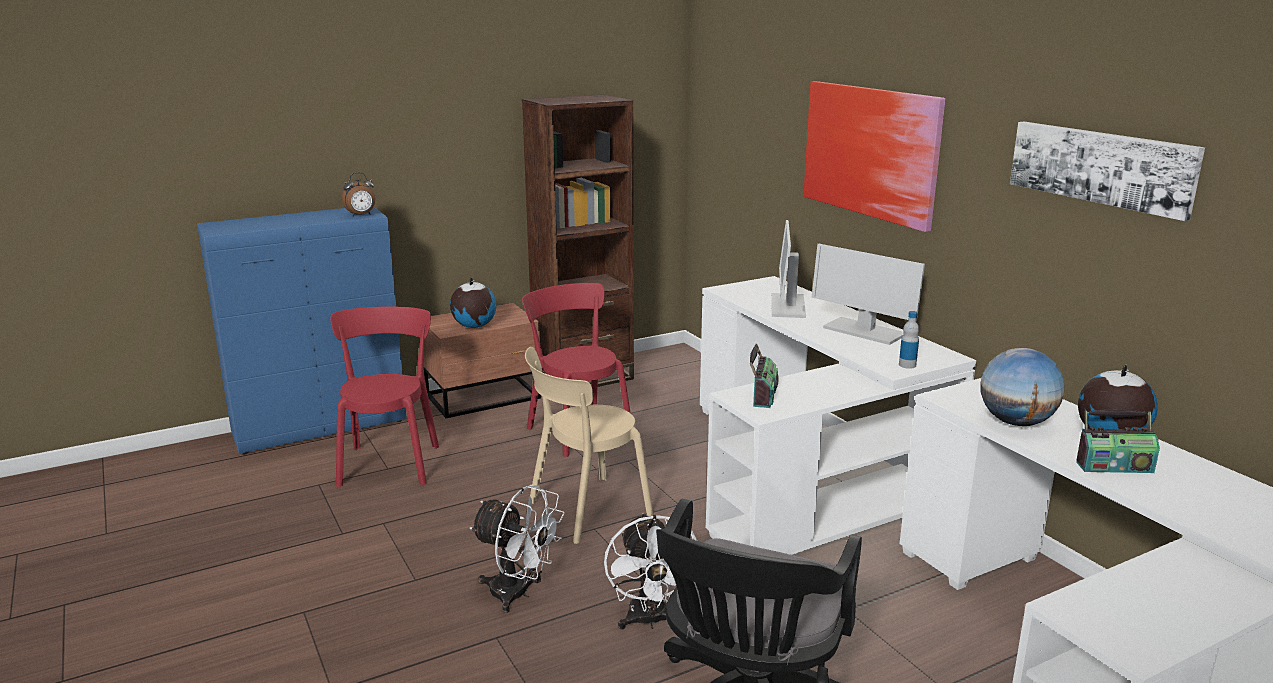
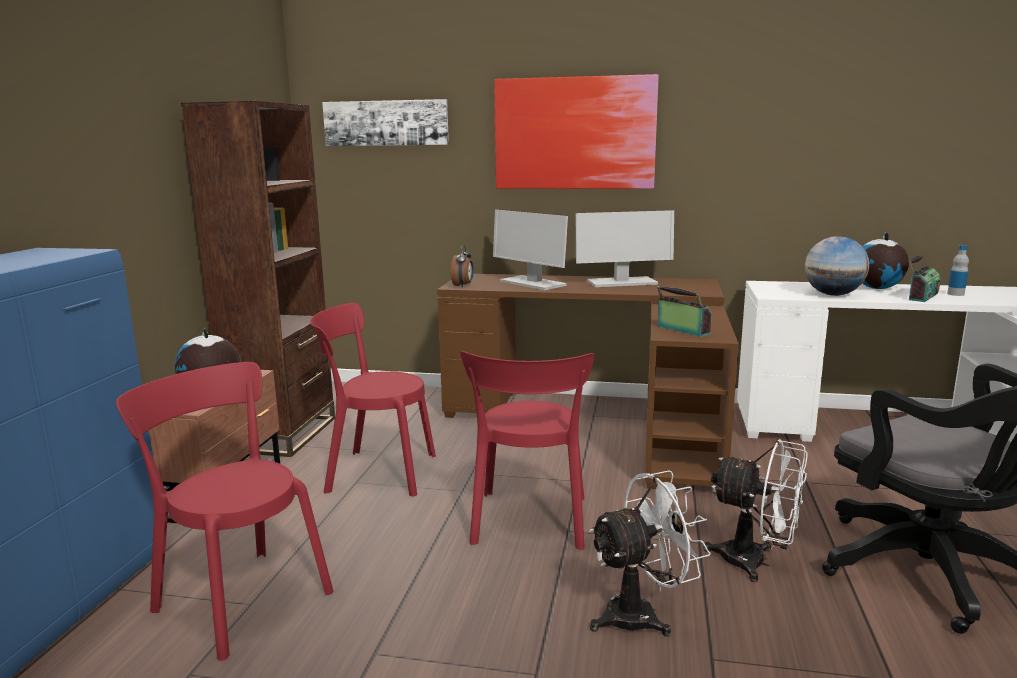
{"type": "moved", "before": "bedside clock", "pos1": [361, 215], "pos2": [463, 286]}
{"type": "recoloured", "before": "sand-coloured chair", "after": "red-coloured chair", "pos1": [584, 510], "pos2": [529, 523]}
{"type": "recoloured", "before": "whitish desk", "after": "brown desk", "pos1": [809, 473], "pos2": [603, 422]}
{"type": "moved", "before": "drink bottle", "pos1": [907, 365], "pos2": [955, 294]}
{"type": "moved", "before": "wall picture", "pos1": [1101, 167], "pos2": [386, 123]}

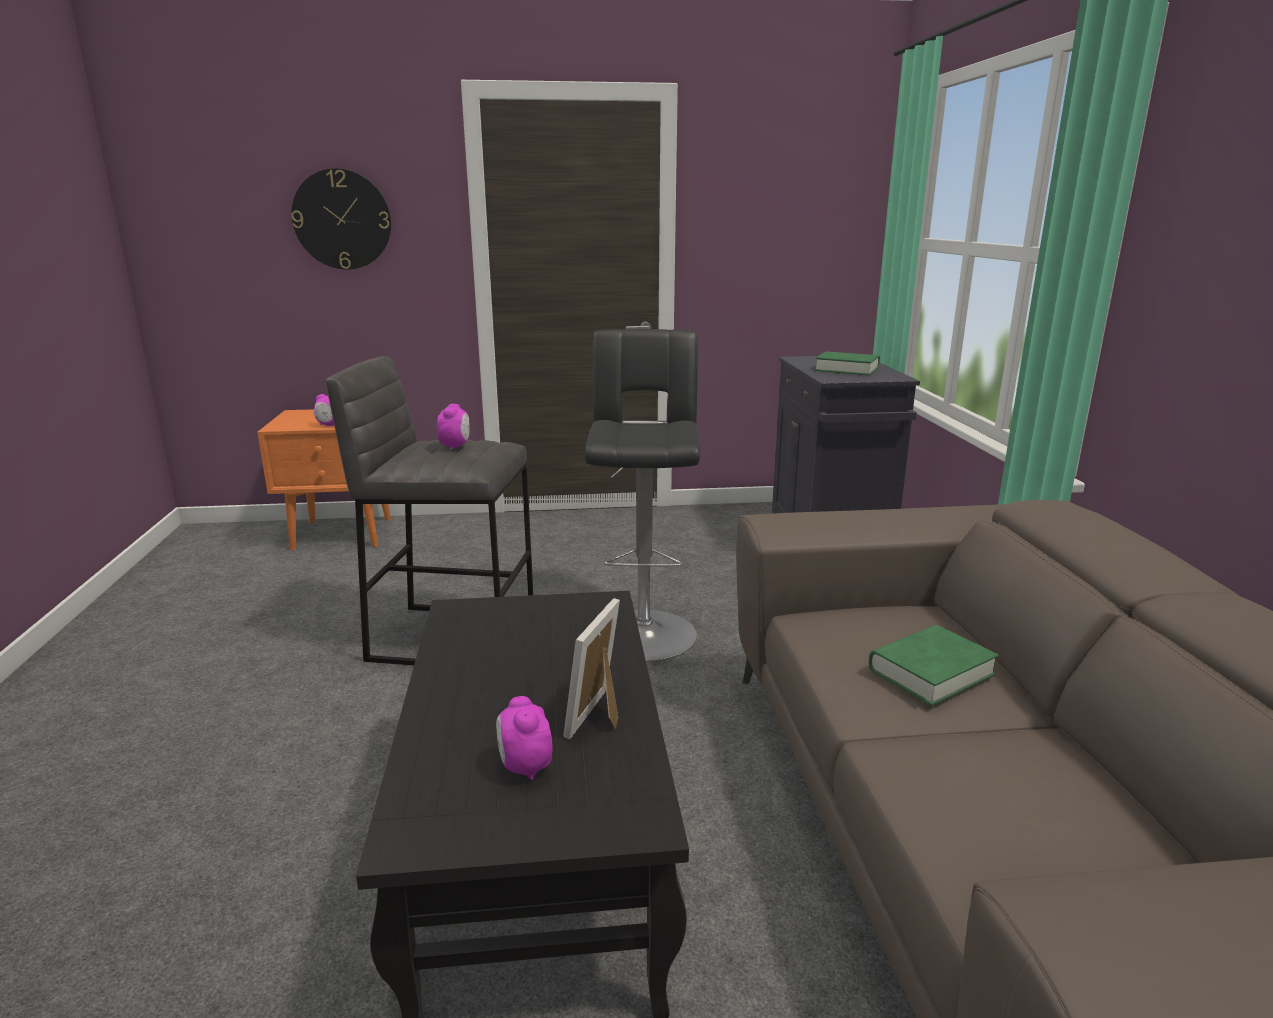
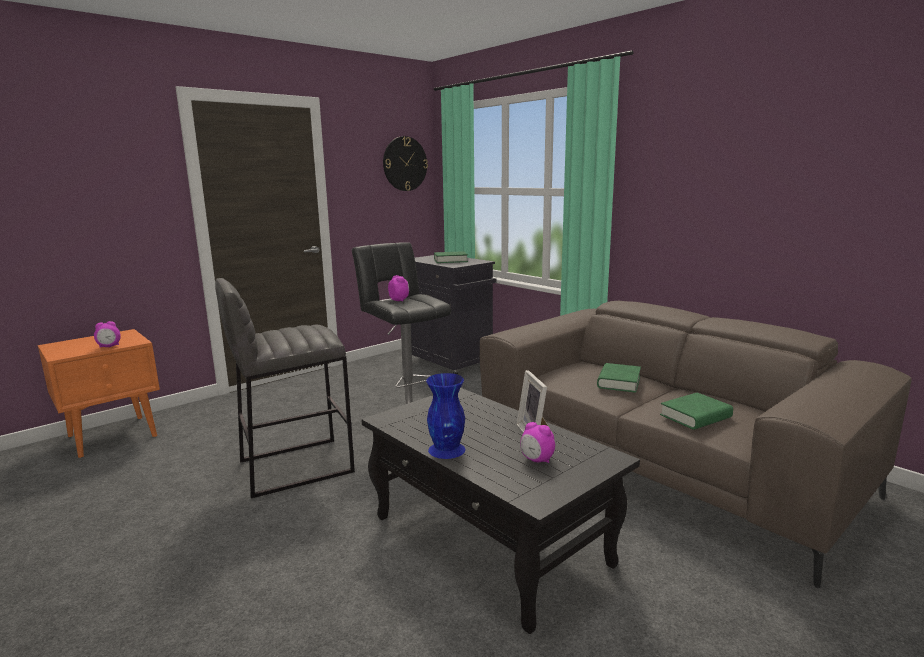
{"type": "moved", "before": "hanging clock", "pos1": [342, 219], "pos2": [405, 164]}
{"type": "moved", "before": "bedside clock", "pos1": [455, 446], "pos2": [399, 300]}
{"type": "added", "after": "blue flower vase", "pos2": [447, 450]}
{"type": "added", "after": "green-coloured bound book", "pos2": [695, 416]}

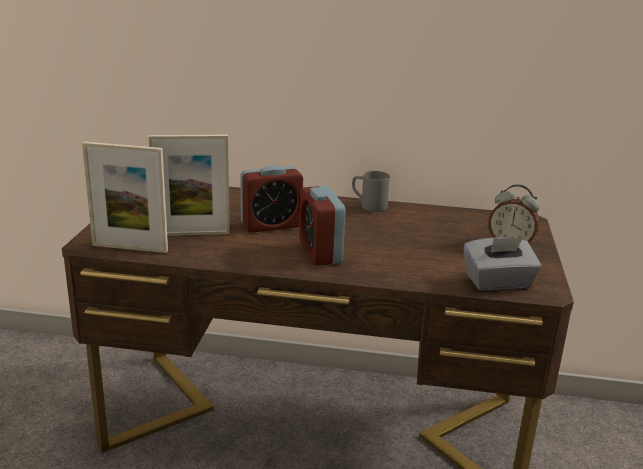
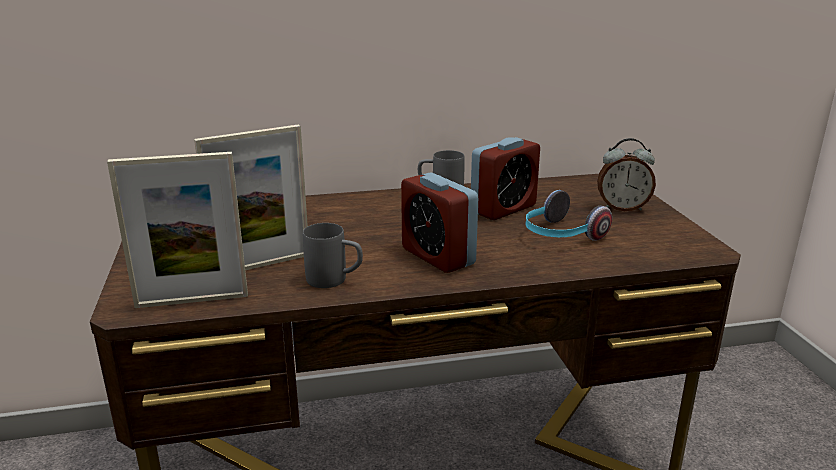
{"type": "moved", "before": "bedside clock", "pos1": [271, 225], "pos2": [503, 209]}
{"type": "removed", "before": "greyish tissue box", "pos1": [498, 282]}
{"type": "added", "after": "greyish tea mug", "pos2": [335, 280]}
{"type": "added", "after": "headphones", "pos2": [560, 235]}

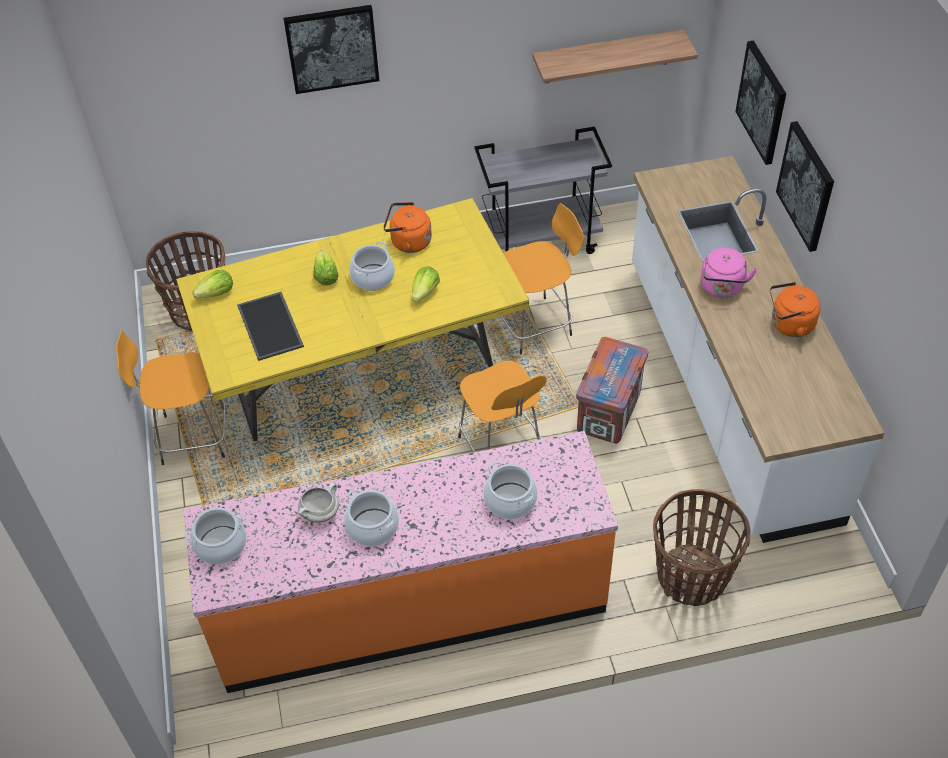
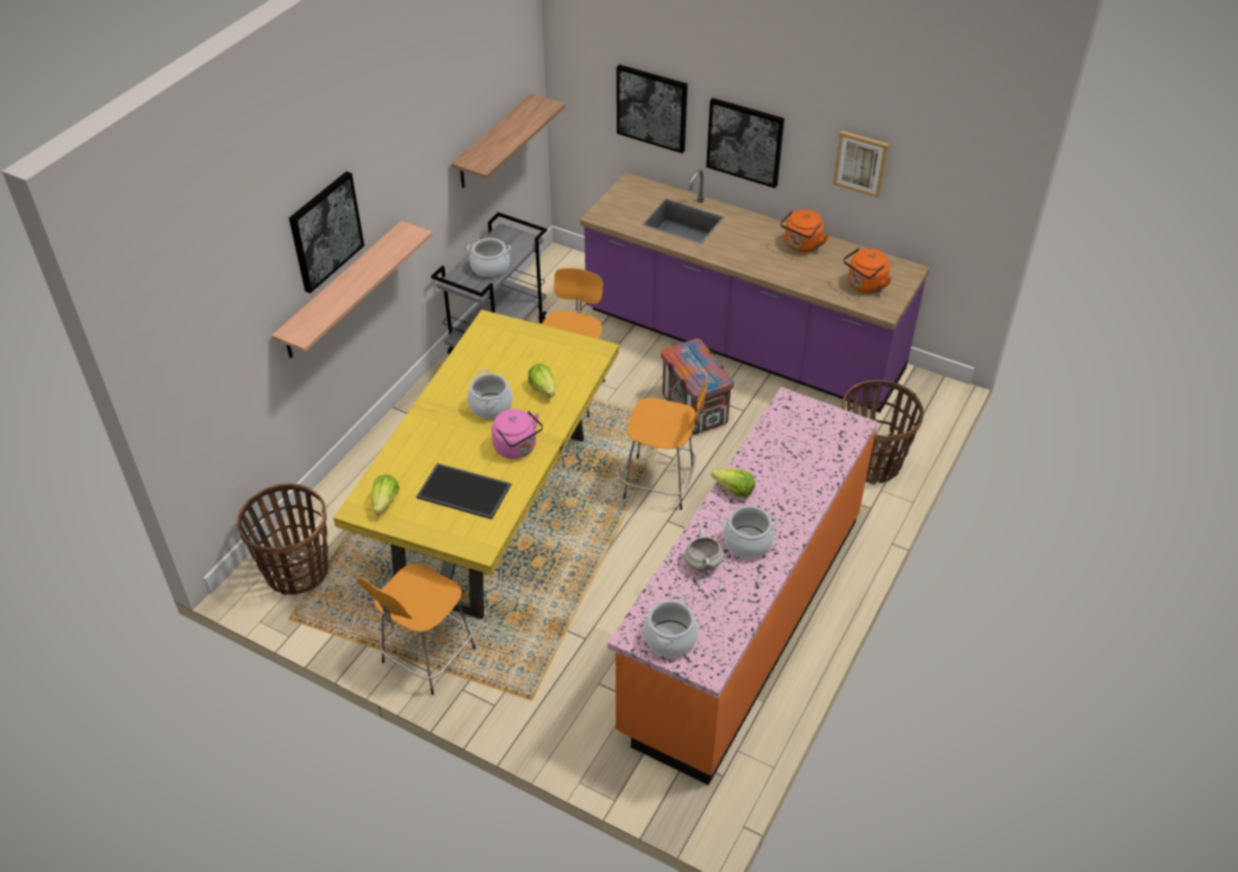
{"type": "moved", "before": "lettuce head", "pos1": [325, 277], "pos2": [734, 491]}
{"type": "moved", "before": "orange water kettle", "pos1": [408, 242], "pos2": [865, 285]}
{"type": "moved", "before": "saucepot", "pos1": [510, 501], "pos2": [490, 268]}
{"type": "recoloured", "before": "whitish kitchen base unit", "after": "purple-coloured kitchen base unit", "pos1": [727, 388], "pos2": [742, 343]}
{"type": "moved", "before": "pink-coloured water kettle", "pos1": [722, 288], "pos2": [517, 448]}
{"type": "added", "after": "bracket shelf", "pos2": [342, 290]}
{"type": "added", "after": "wall picture", "pos2": [861, 163]}

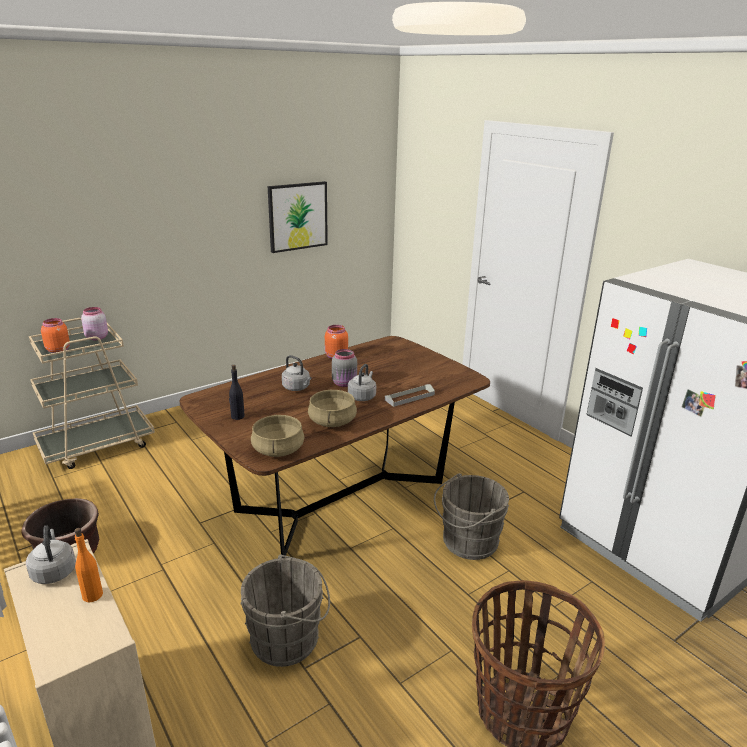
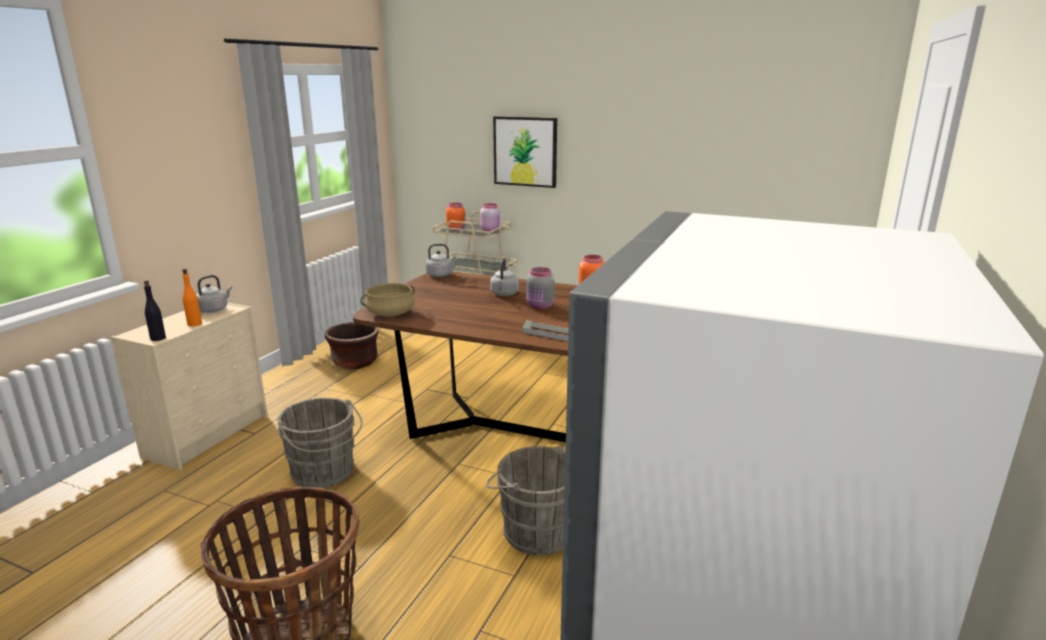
{"type": "moved", "before": "black-coloured drink bottle", "pos1": [237, 416], "pos2": [158, 338]}
{"type": "moved", "before": "wall picture", "pos1": [297, 216], "pos2": [525, 151]}
{"type": "removed", "before": "sand-coloured saucepot", "pos1": [332, 421]}
{"type": "moved", "before": "greyish water kettle", "pos1": [362, 396], "pos2": [441, 275]}

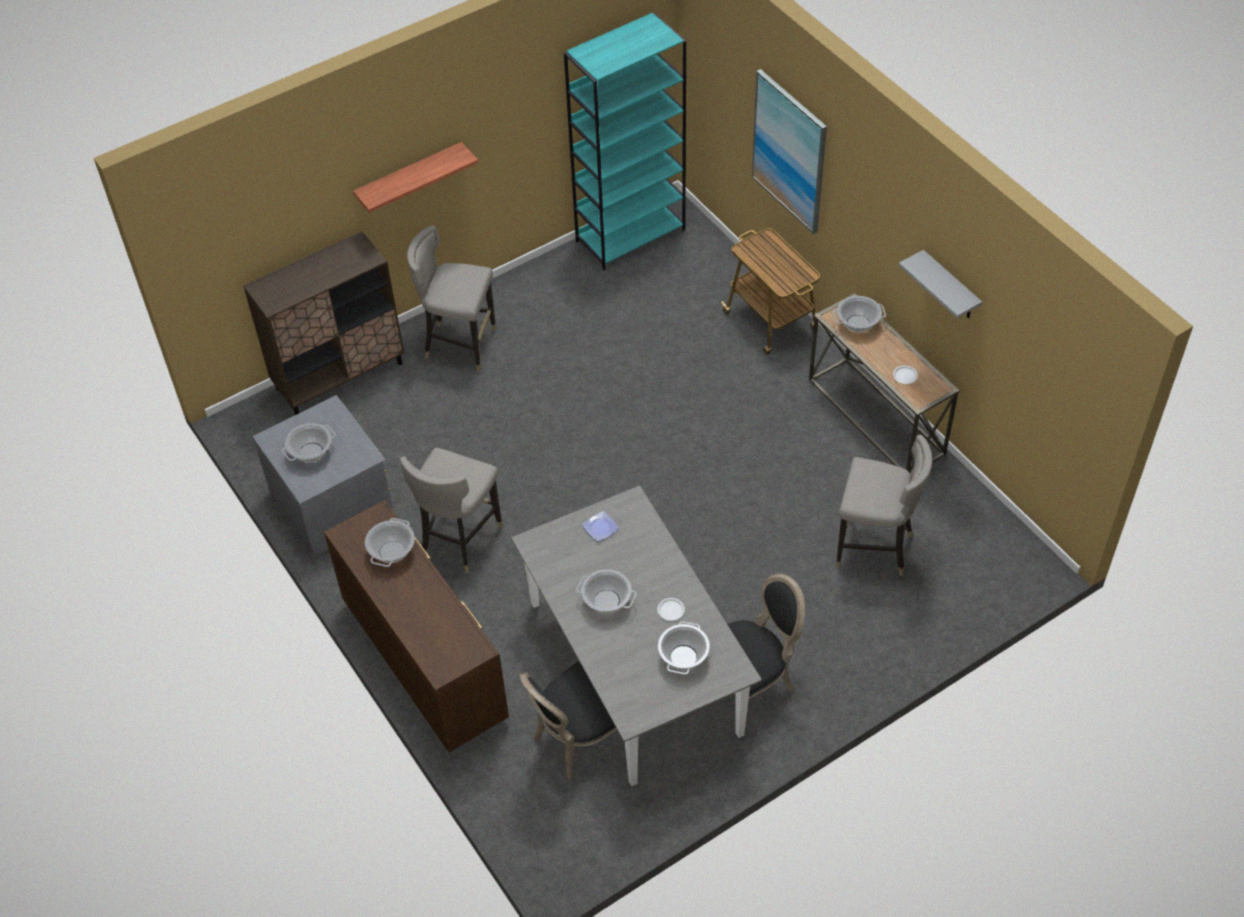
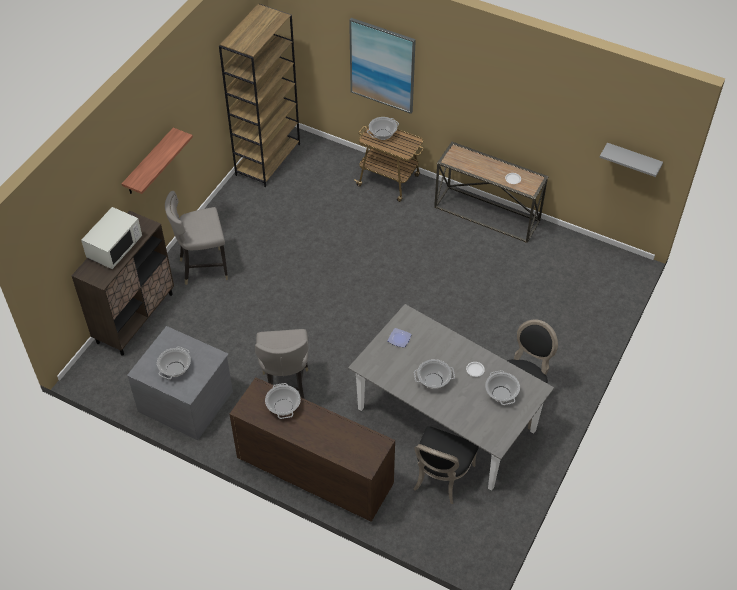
{"type": "recoloured", "before": "turquoise-coloured bookshelf", "after": "brown bookshelf", "pos1": [630, 235], "pos2": [268, 159]}
{"type": "moved", "before": "saucepot", "pos1": [857, 324], "pos2": [382, 134]}
{"type": "removed", "before": "greyish stool", "pos1": [874, 548]}
{"type": "moved", "before": "greyish bracket shelf", "pos1": [950, 287], "pos2": [633, 160]}
{"type": "added", "after": "whitish microwave oven", "pos2": [114, 248]}

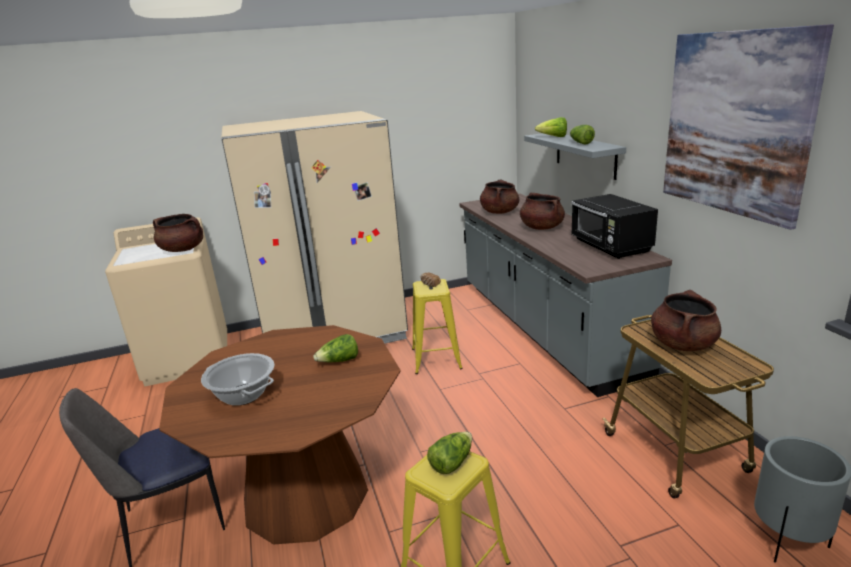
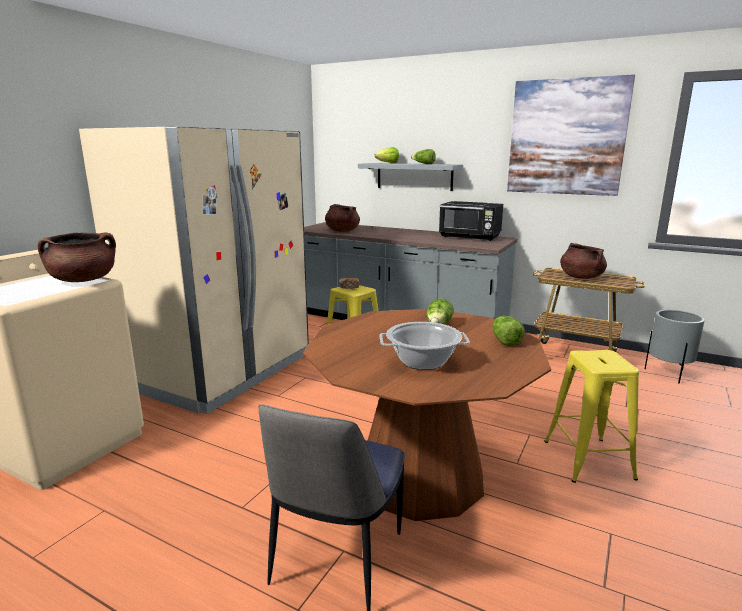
{"type": "moved", "before": "lettuce head", "pos1": [451, 462], "pos2": [505, 340]}
{"type": "removed", "before": "brown saucepot", "pos1": [541, 227]}

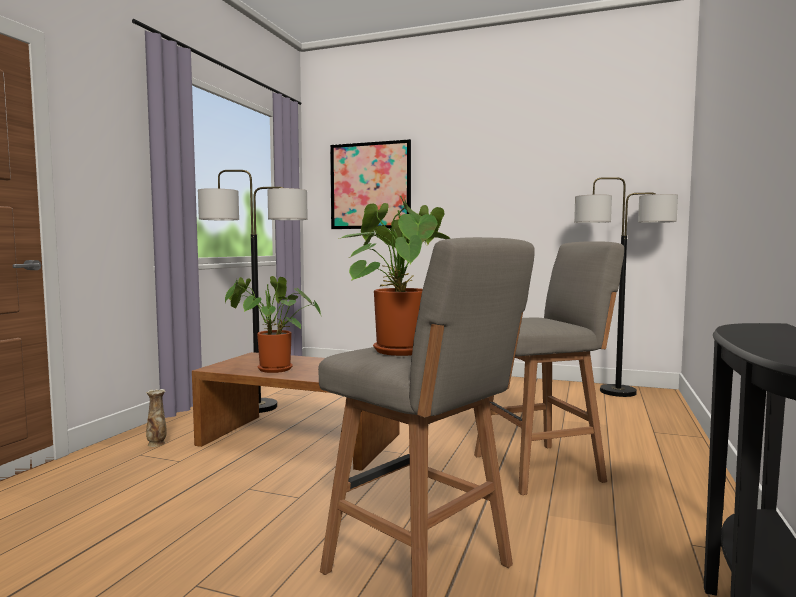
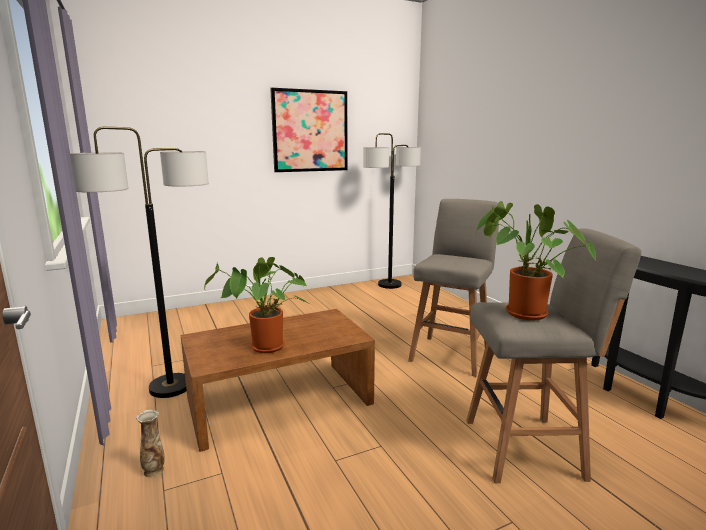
{"type": "moved", "before": "wall picture", "pos1": [370, 186], "pos2": [310, 131]}

